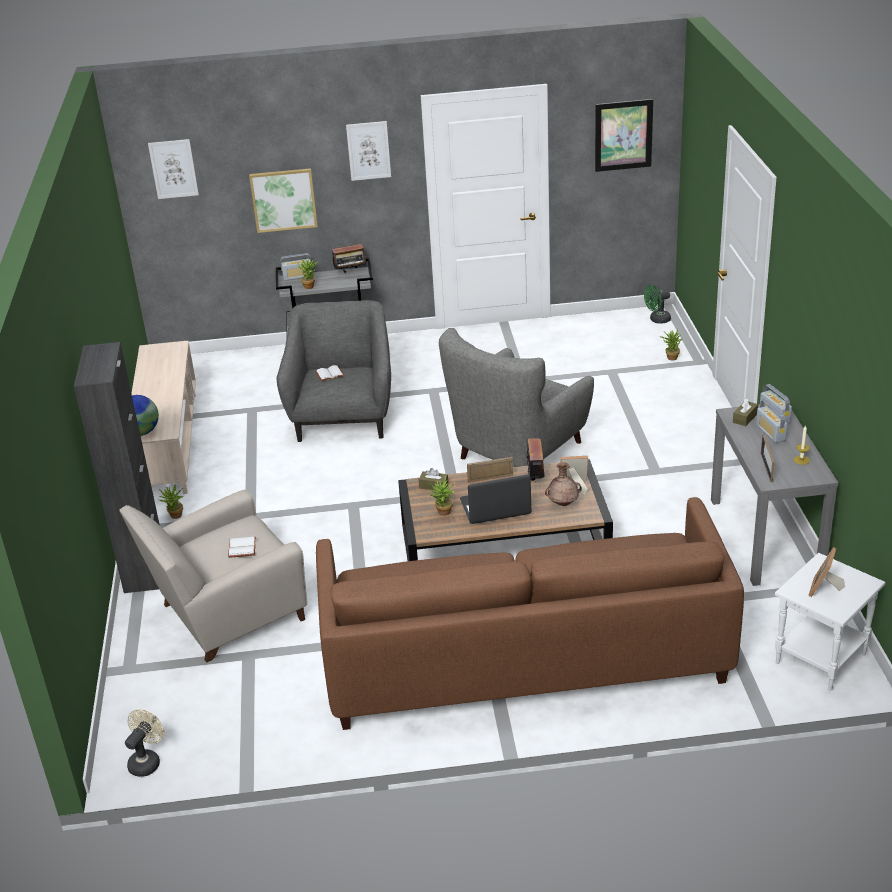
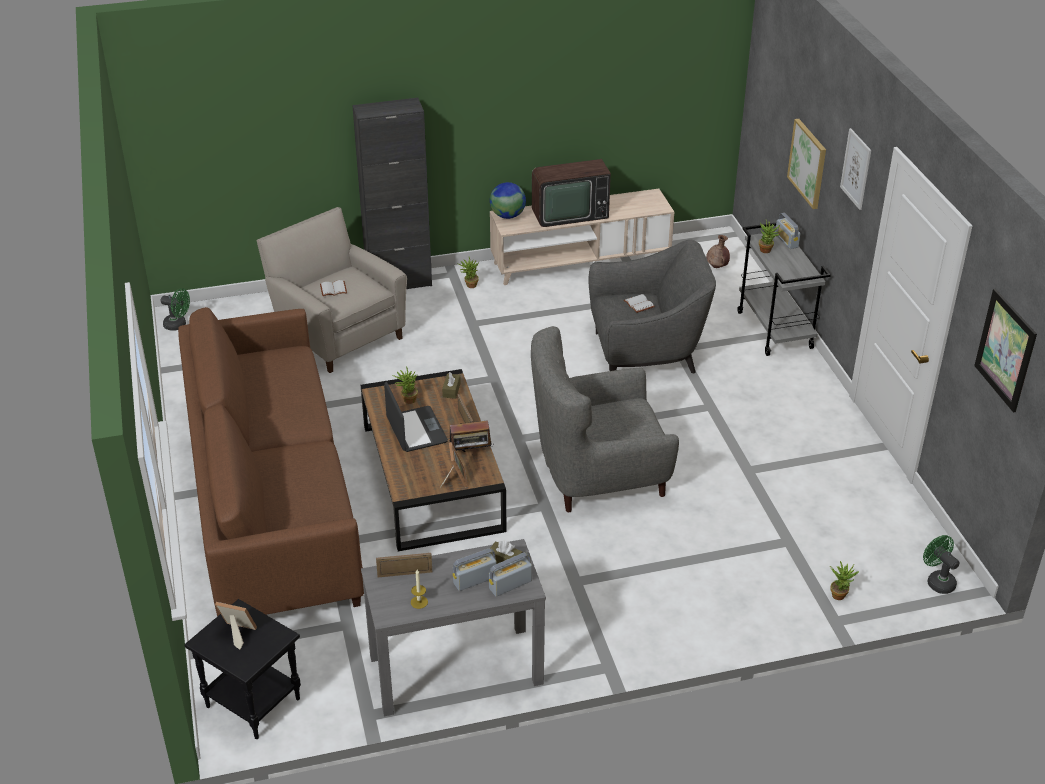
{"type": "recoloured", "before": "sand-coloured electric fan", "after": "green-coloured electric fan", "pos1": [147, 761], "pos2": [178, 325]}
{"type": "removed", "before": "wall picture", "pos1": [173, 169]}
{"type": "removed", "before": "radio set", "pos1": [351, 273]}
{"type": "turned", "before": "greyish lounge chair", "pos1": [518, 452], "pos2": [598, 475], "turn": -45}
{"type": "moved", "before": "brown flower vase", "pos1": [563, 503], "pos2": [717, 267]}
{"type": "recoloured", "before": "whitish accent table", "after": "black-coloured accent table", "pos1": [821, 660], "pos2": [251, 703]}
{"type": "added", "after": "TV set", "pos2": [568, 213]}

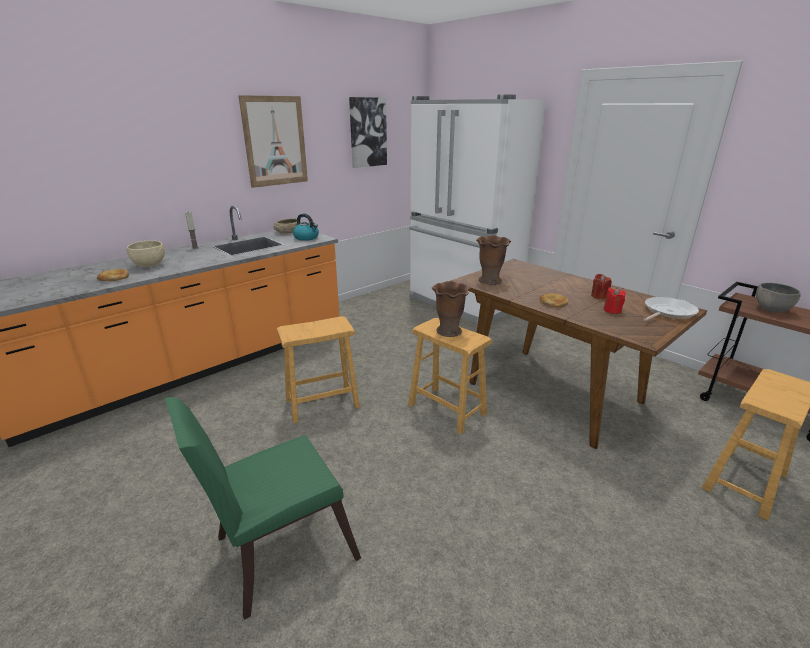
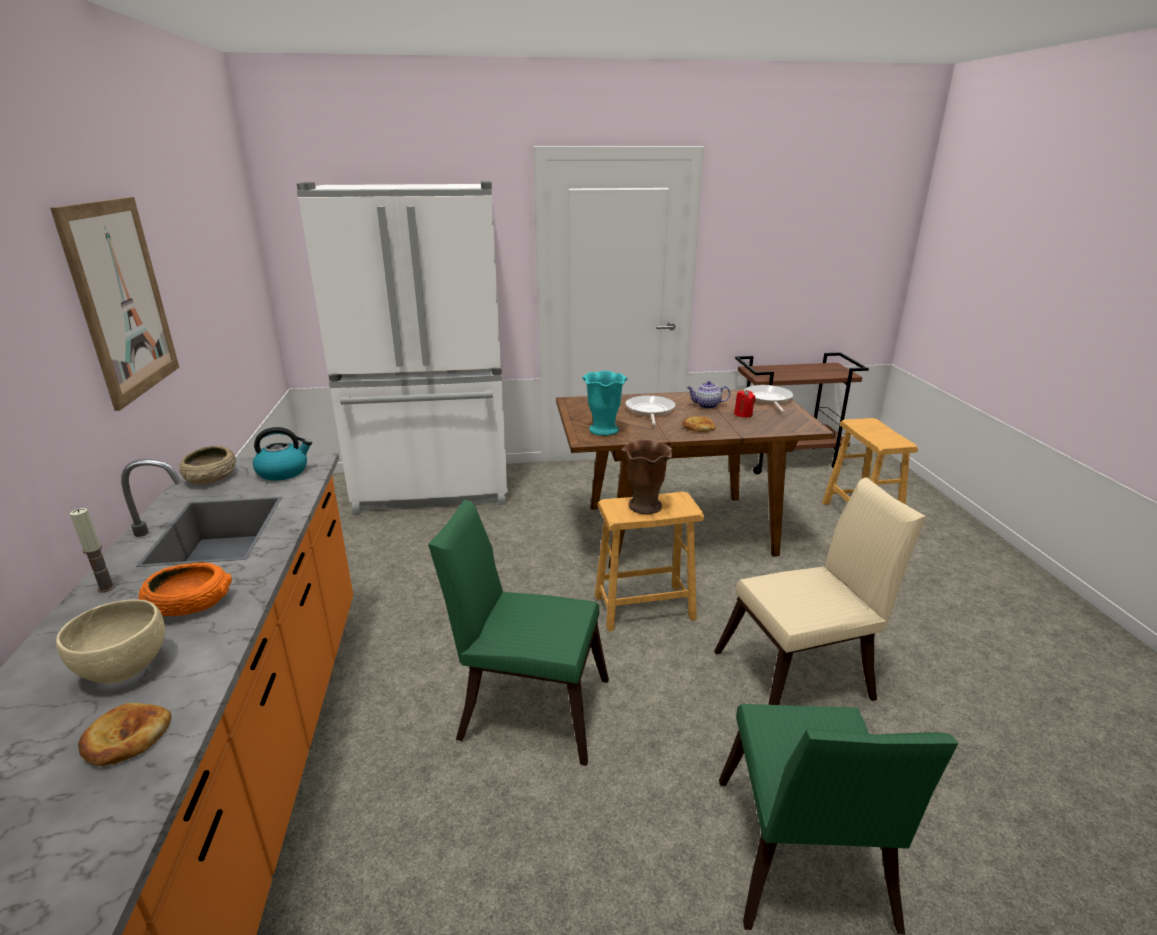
{"type": "replaced", "before": "brown stool", "after": "green-coloured chair", "pos1": [322, 403], "pos2": [526, 705]}
{"type": "removed", "before": "wall picture", "pos1": [367, 132]}
{"type": "recoloured", "before": "brown flower vase", "after": "turquoise-coloured flower vase", "pos1": [490, 281], "pos2": [604, 430]}
{"type": "replaced", "before": "red-coloured wax candle", "after": "teapot", "pos1": [599, 296], "pos2": [706, 405]}
{"type": "removed", "before": "greyish serving bowl", "pos1": [771, 309]}
{"type": "added", "after": "orange serving bowl", "pos2": [189, 603]}
{"type": "added", "after": "frying pan", "pos2": [649, 411]}
{"type": "added", "after": "sand-coloured chair", "pos2": [802, 674]}

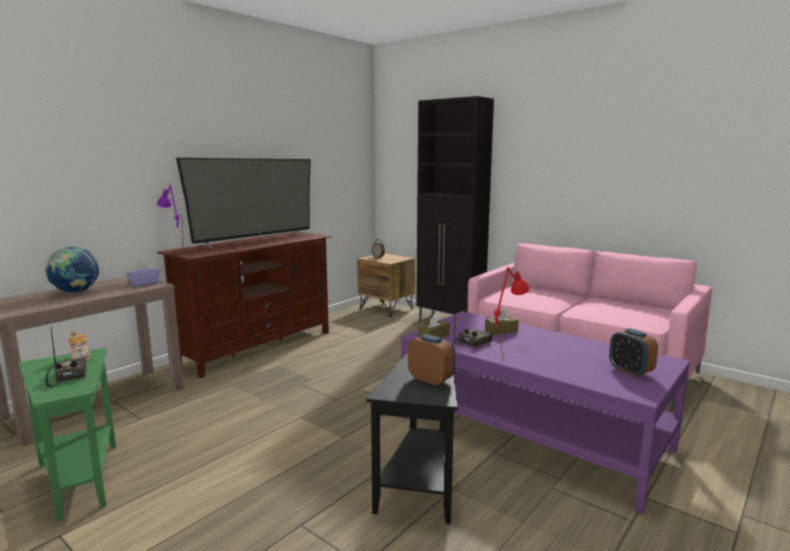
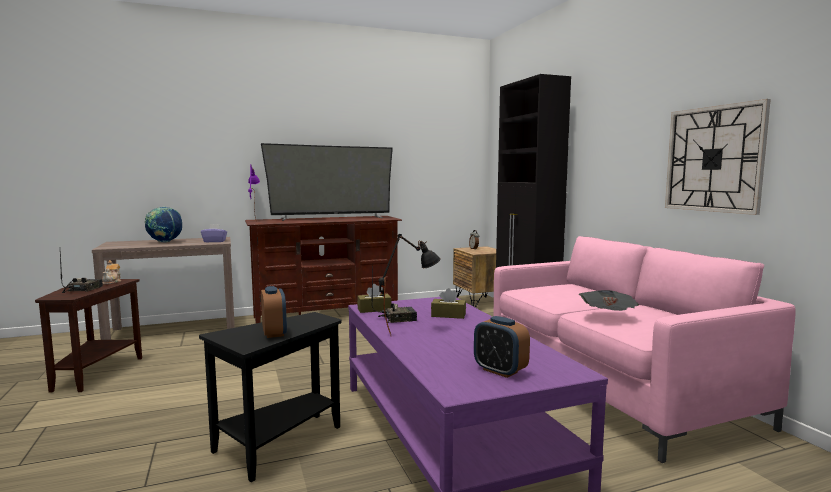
{"type": "recoloured", "before": "green-coloured accent table", "after": "brown accent table", "pos1": [80, 478], "pos2": [96, 372]}
{"type": "recoloured", "before": "red-coloured table lamp", "after": "black-coloured table lamp", "pos1": [507, 352], "pos2": [409, 331]}
{"type": "turned", "before": "bedside clock", "pos1": [630, 371], "pos2": [500, 371], "turn": -45}
{"type": "added", "after": "printed paper", "pos2": [608, 316]}
{"type": "added", "after": "hanging clock", "pos2": [713, 159]}

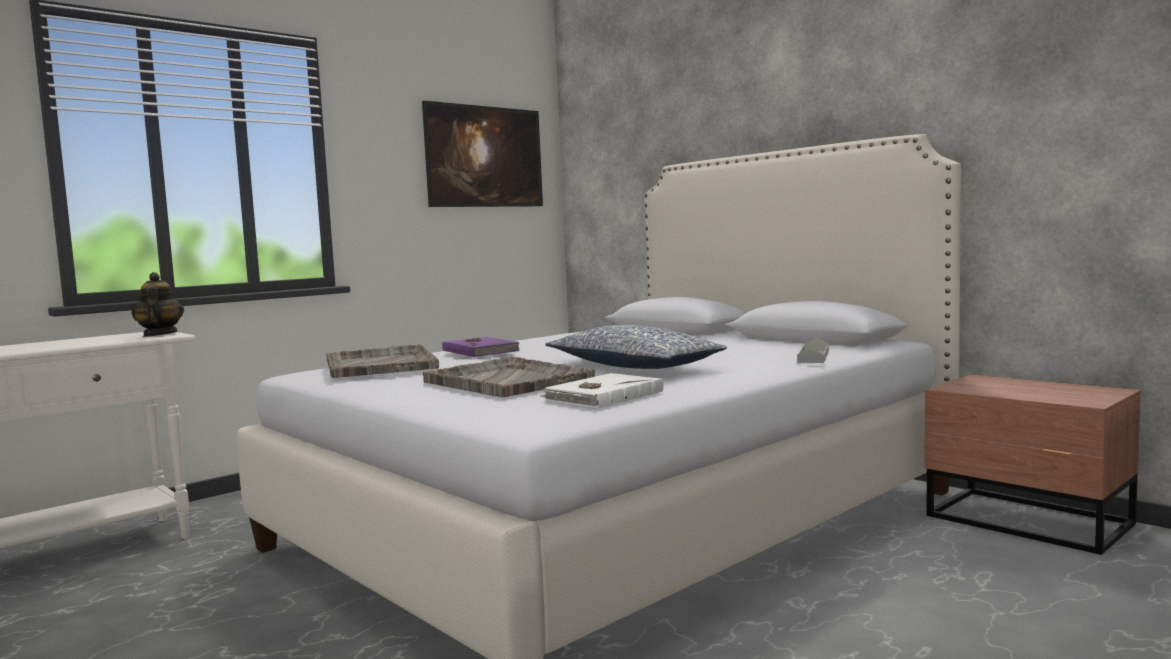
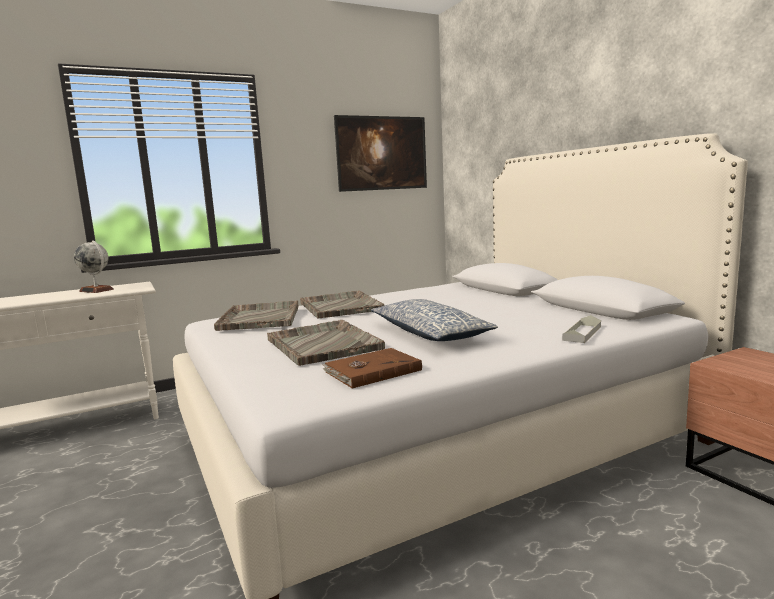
{"type": "removed", "before": "teapot", "pos1": [159, 335]}
{"type": "replaced", "before": "purple-coloured bound book", "after": "greyish serving tray", "pos1": [481, 350], "pos2": [340, 306]}
{"type": "recoloured", "before": "whitish bound book", "after": "brown bound book", "pos1": [602, 396], "pos2": [371, 371]}
{"type": "added", "after": "globe", "pos2": [96, 290]}

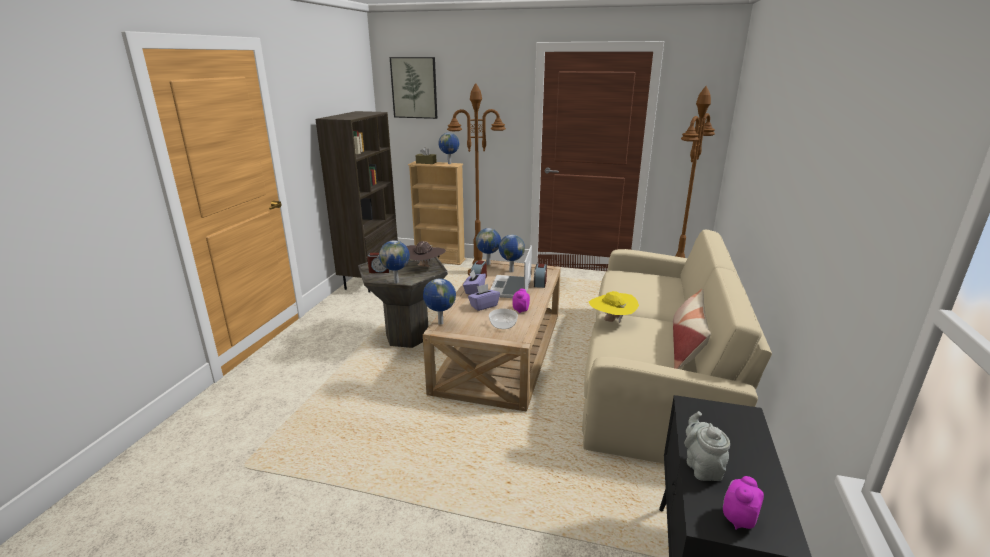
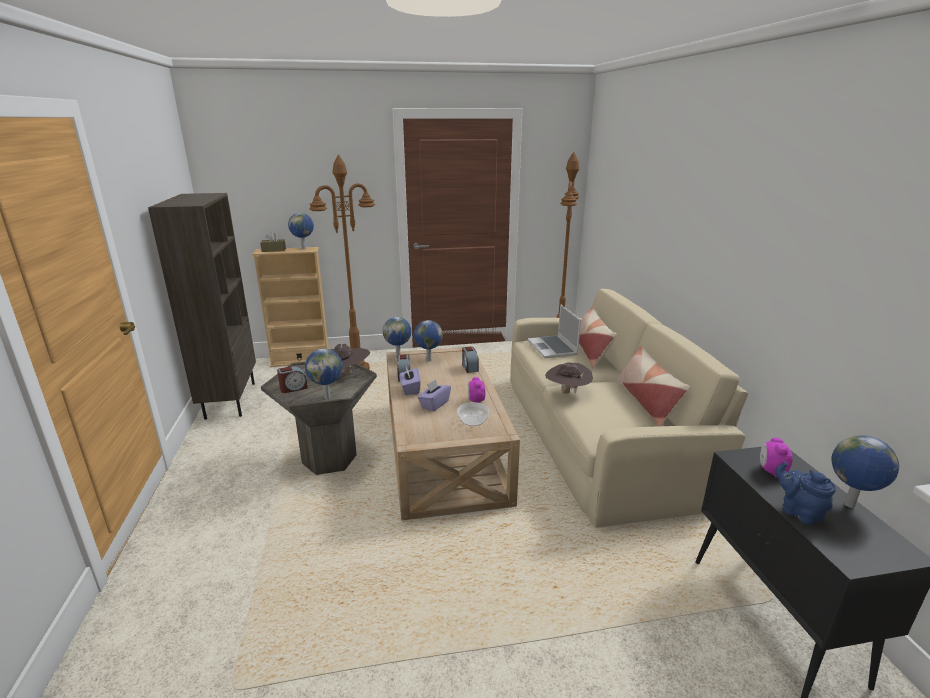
{"type": "removed", "before": "wall picture", "pos1": [414, 88]}
{"type": "moved", "before": "globe", "pos1": [440, 323], "pos2": [849, 505]}
{"type": "moved", "before": "notebook computer", "pos1": [511, 288], "pos2": [553, 348]}
{"type": "recoloured", "before": "yellowish wearable hat", "after": "brown wearable hat", "pos1": [611, 321], "pos2": [567, 392]}
{"type": "recoloured", "before": "greyish teapot", "after": "blue teapot", "pos1": [702, 467], "pos2": [798, 512]}
{"type": "moved", "before": "bedside clock", "pos1": [738, 519], "pos2": [771, 471]}
{"type": "added", "after": "throw pillow", "pos2": [591, 351]}

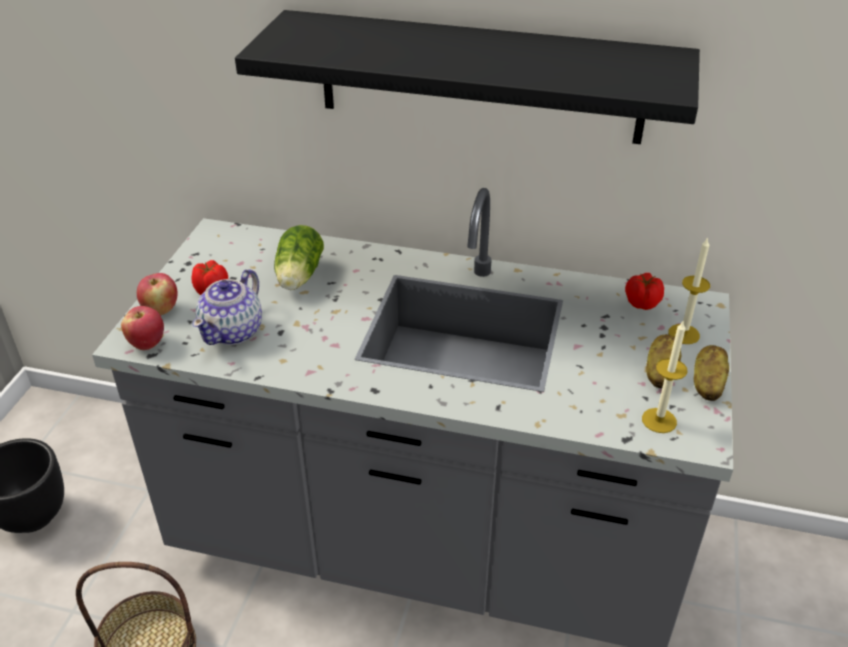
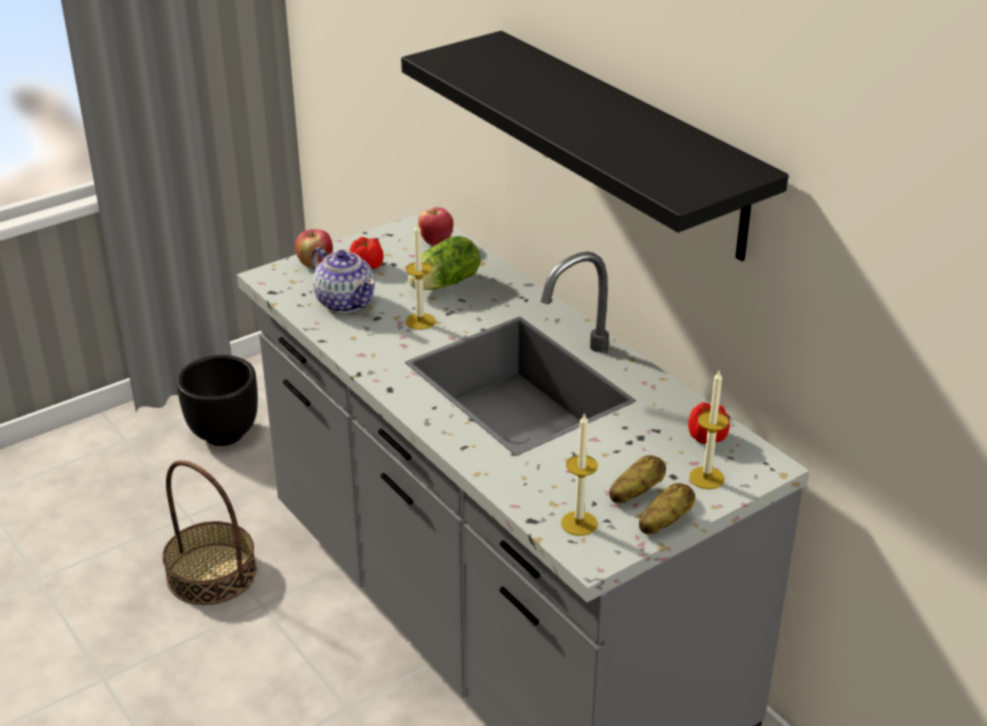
{"type": "moved", "before": "apple", "pos1": [147, 343], "pos2": [436, 242]}
{"type": "turned", "before": "teapot", "pos1": [233, 331], "pos2": [345, 302], "turn": -105}
{"type": "added", "after": "wax candle", "pos2": [420, 321]}

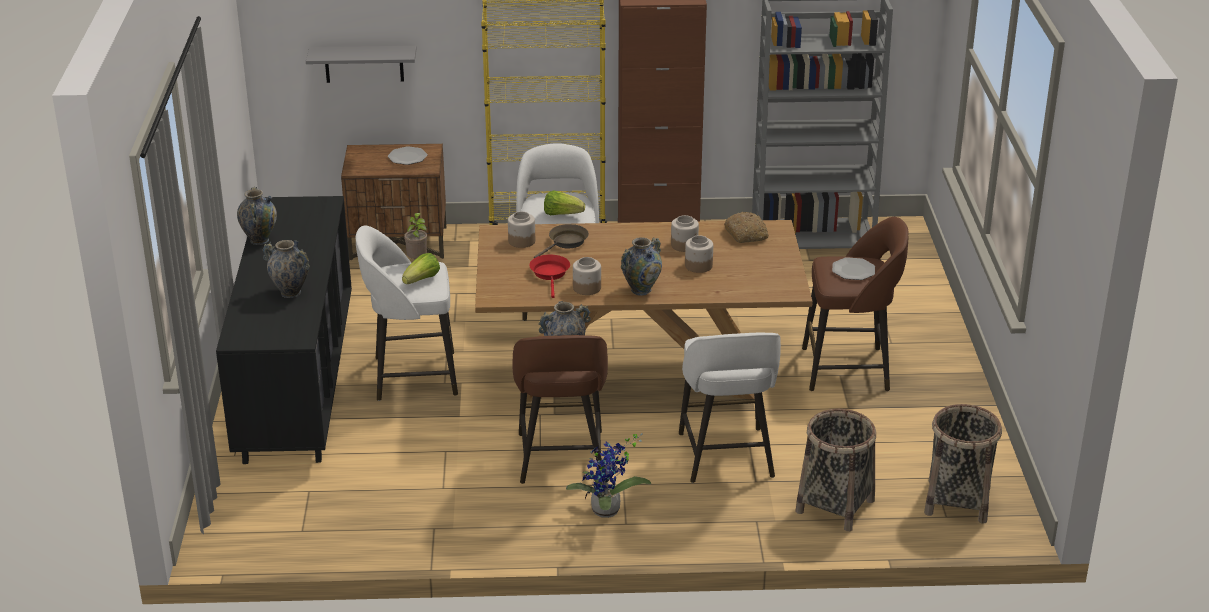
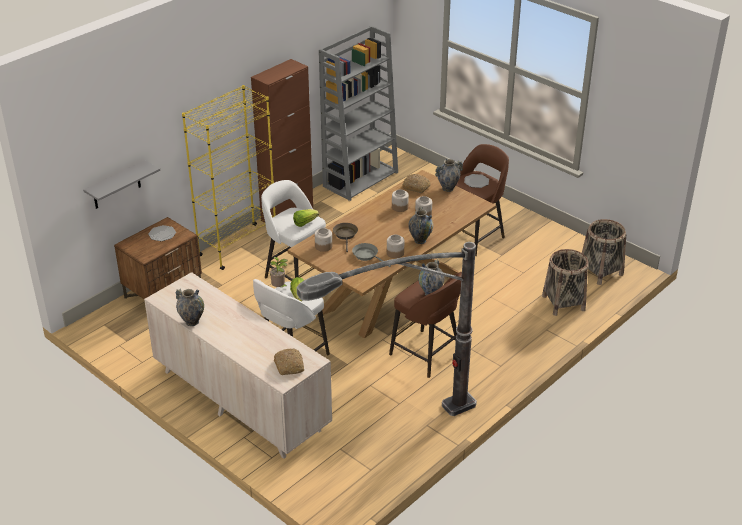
{"type": "recoloured", "before": "black-coloured drawer chest", "after": "sand-coloured drawer chest", "pos1": [297, 385], "pos2": [240, 400]}
{"type": "moved", "before": "flower vase", "pos1": [290, 292], "pos2": [448, 188]}
{"type": "recoloured", "before": "red-coloured frying pan", "after": "greyish frying pan", "pos1": [550, 274], "pos2": [367, 256]}
{"type": "removed", "before": "houseplant", "pos1": [607, 512]}
{"type": "removed", "before": "whitish stool", "pos1": [726, 457]}
{"type": "added", "after": "baked bread", "pos2": [289, 366]}
{"type": "added", "after": "floor lamp", "pos2": [392, 433]}

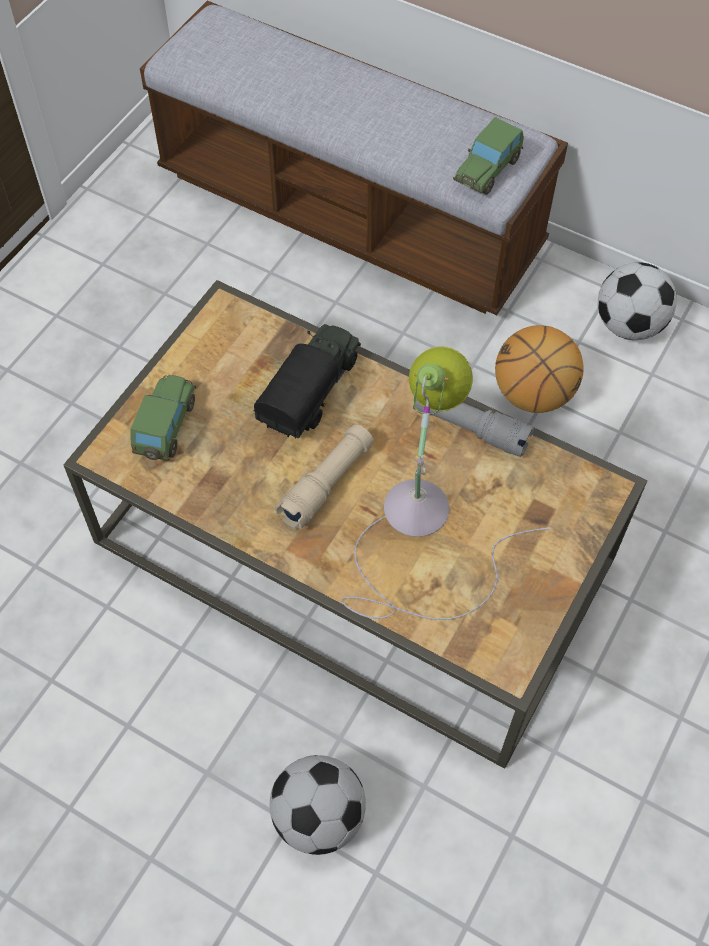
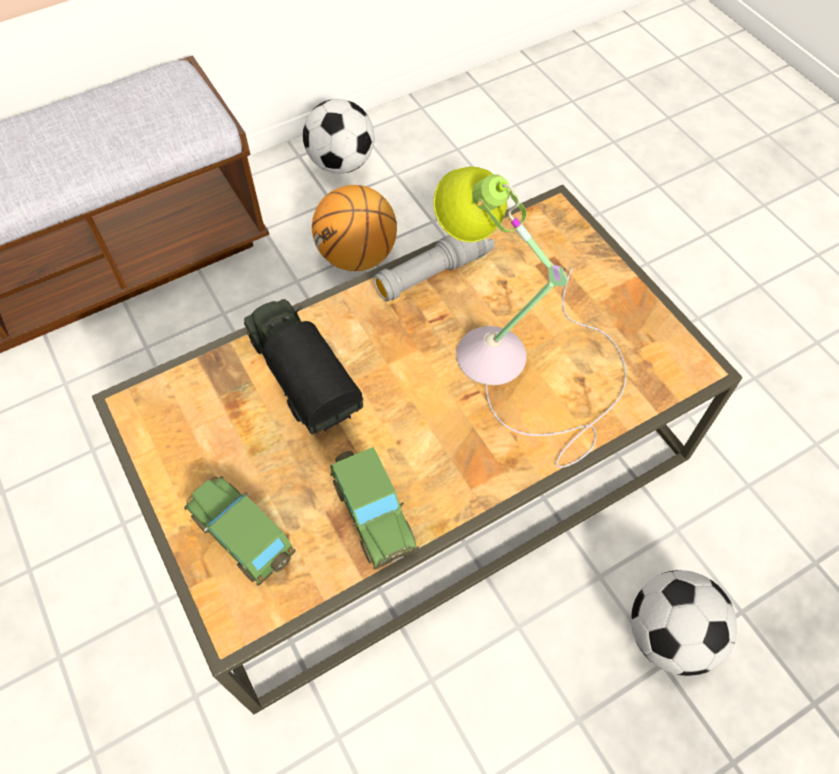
{"type": "removed", "before": "sand-coloured hand torch", "pos1": [326, 484]}
{"type": "moved", "before": "toy car", "pos1": [488, 170], "pos2": [373, 514]}

